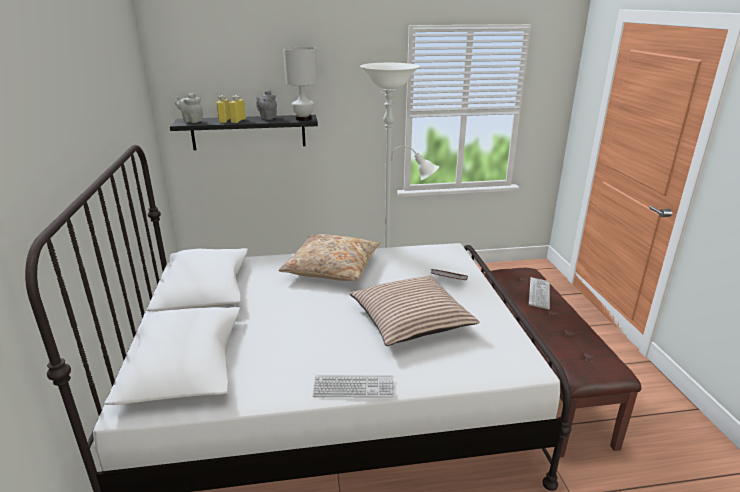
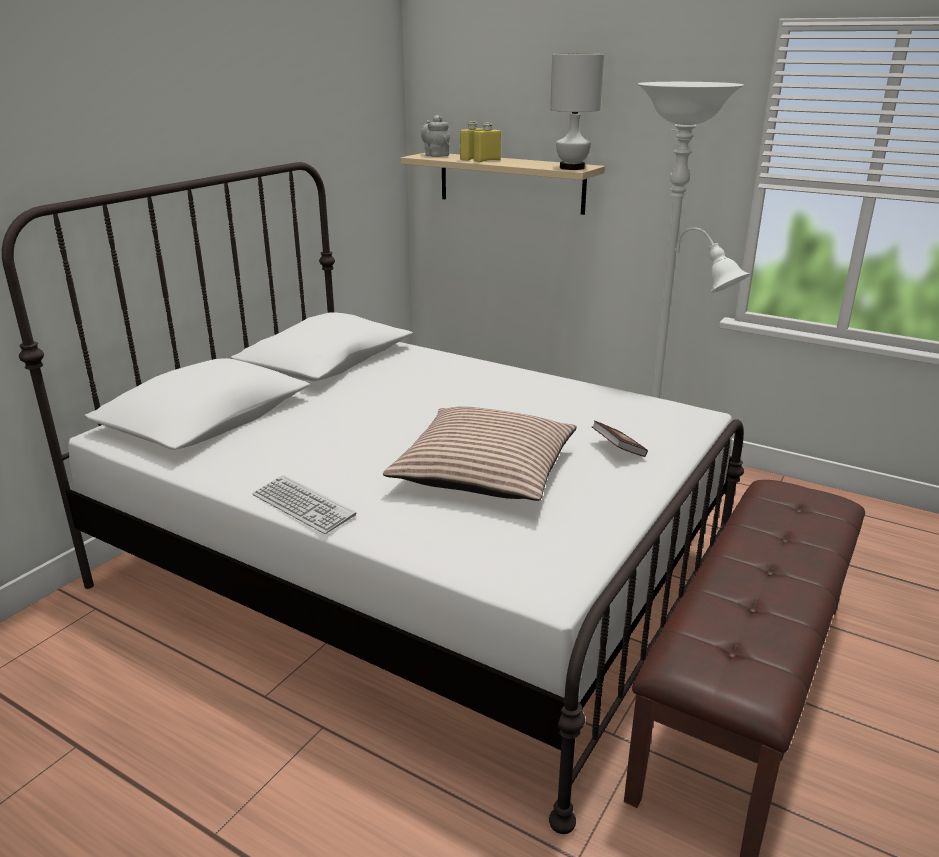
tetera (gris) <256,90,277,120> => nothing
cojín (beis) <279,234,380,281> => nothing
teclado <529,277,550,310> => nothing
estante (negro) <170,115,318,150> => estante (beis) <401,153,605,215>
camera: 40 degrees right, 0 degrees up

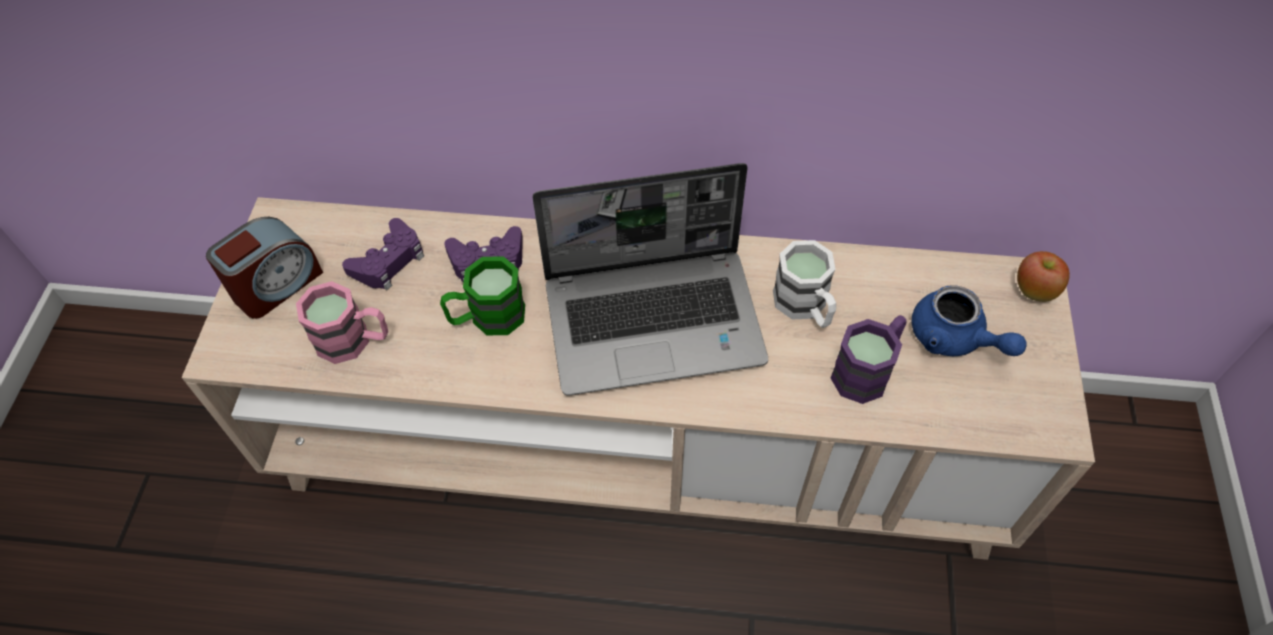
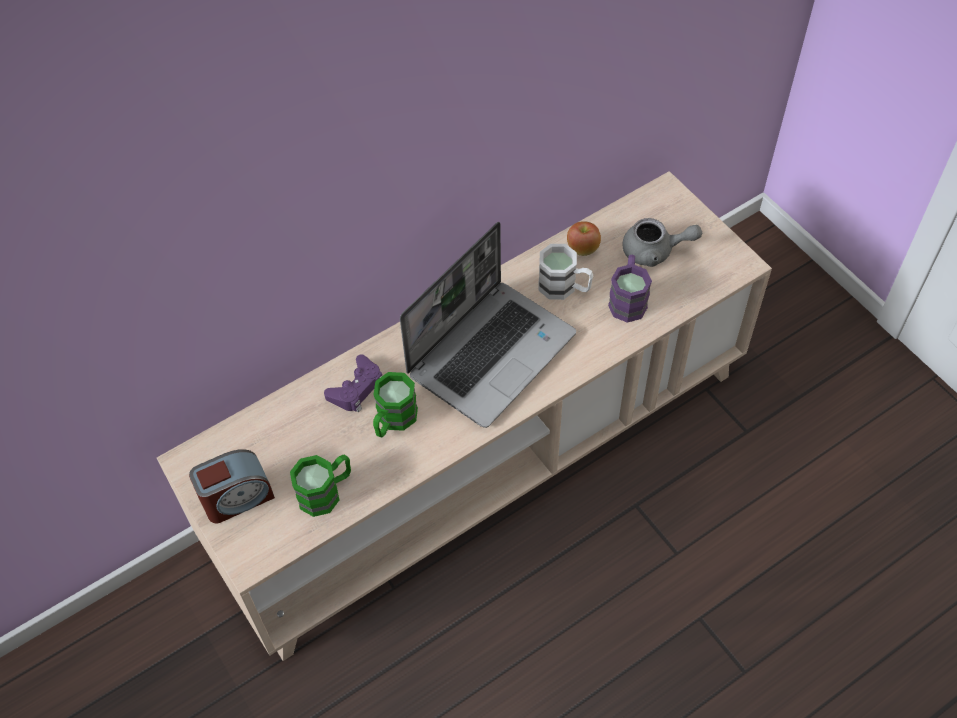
mando de consola (morado) <342,218,424,290> => nothing
manzana <1017,251,1070,302> => manzana <567,221,601,256>, shifted
taza grande (rosa) <296,281,388,364> => taza grande (verde) <290,454,351,517>
tetera (azul) <912,285,1027,356> => tetera (gris) <622,218,702,267>
despertador <206,217,323,319> => despertador <189,449,275,524>, 60 degrees clockwise
camera: 40 degrees left, 0 degrees up

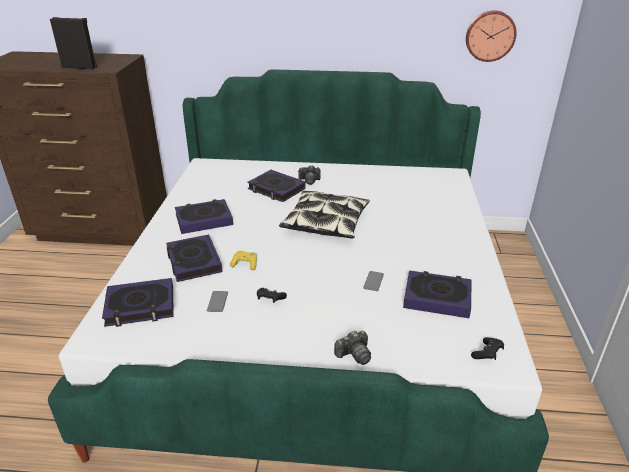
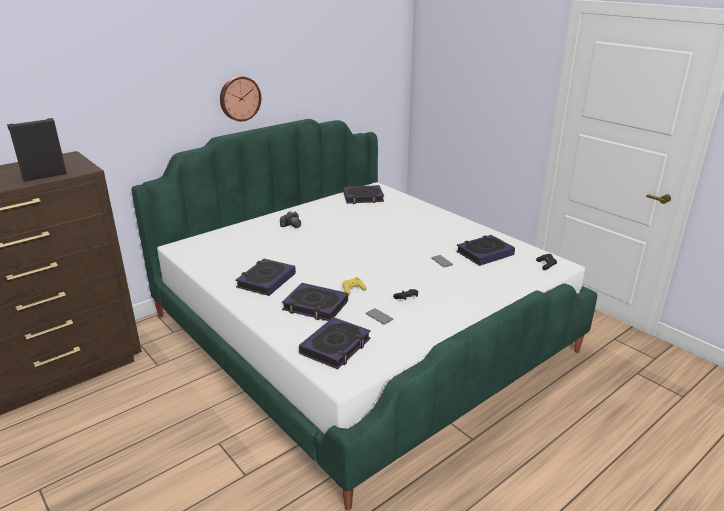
cojín <279,191,370,239> => nothing
cámara <334,331,371,365> => nothing
libro <247,170,306,202> => libro <343,185,384,204>, shifted
reloj de pared <466,11,517,62> => reloj de pared <220,76,261,121>, shifted
camera: 45 degrees left, 5 degrees down

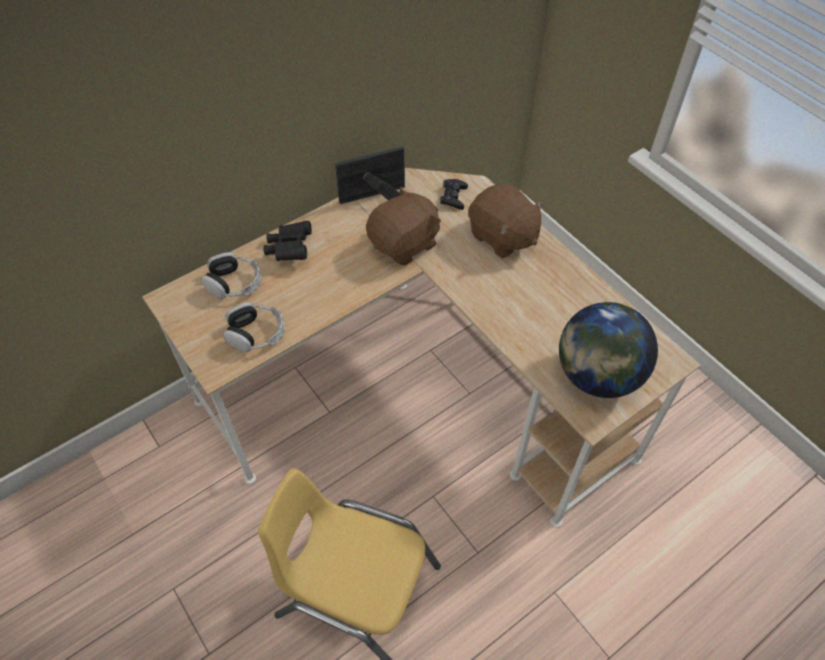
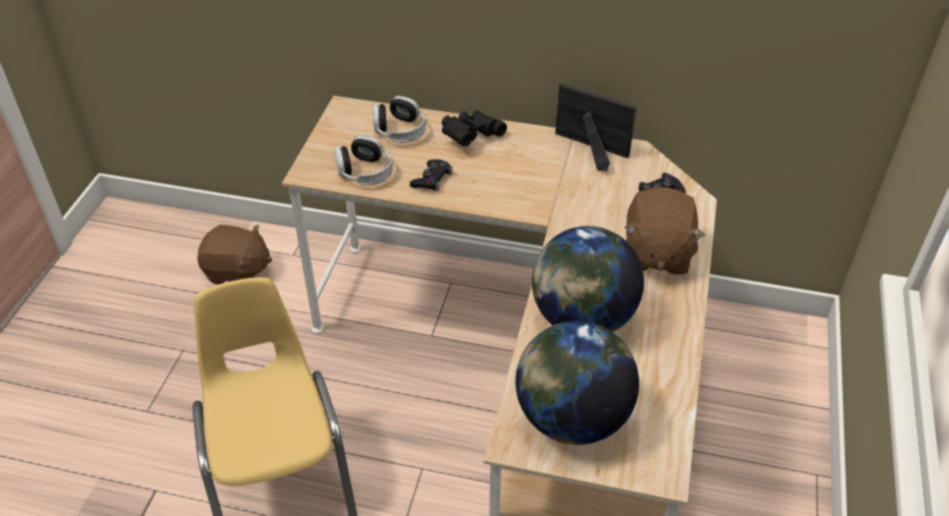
nothing => mando de consola (negro) <410,159,452,191>
nothing => globo terráqueo <532,226,644,332>
peluche (marrón) <366,186,441,265> => peluche (marrón) <197,225,272,284>, shifted
camera: 50 degrees right, 10 degrees down

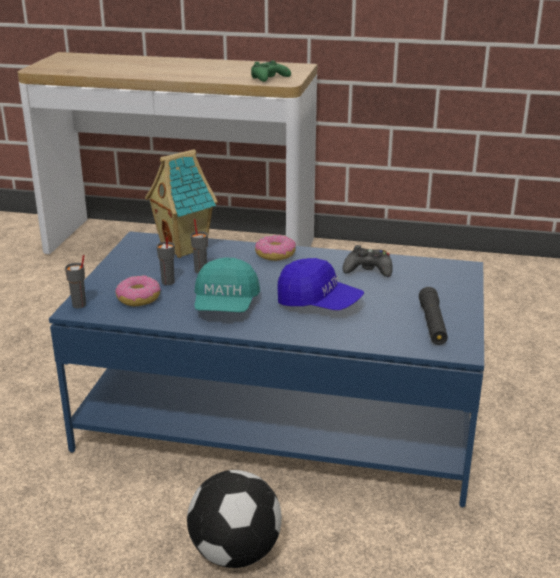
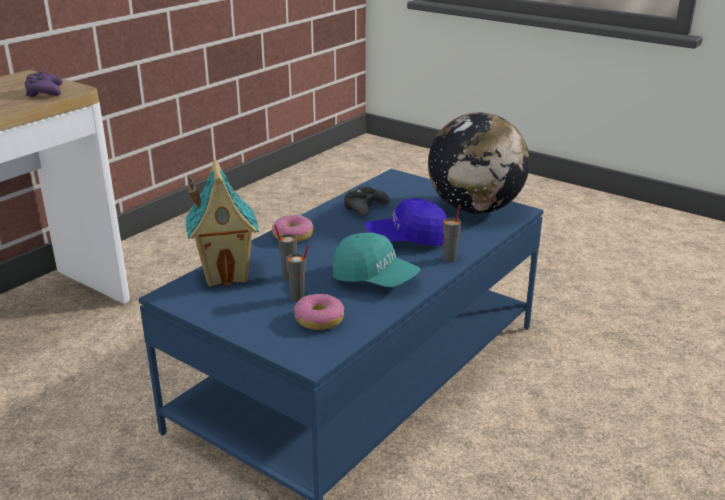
balón de fútbol <187,470,282,568> => nothing
taza (gris) <65,255,86,309> => taza (gris) <443,205,461,262>, shifted
linterna (negro) <419,287,448,345> => globo terráqueo <428,112,529,214>
mando de consola (verde) <251,61,291,82> => mando de consola (morado) <25,71,63,97>
gorra (azul) <277,258,364,310> => gorra (azul) <365,198,447,245>, 150 degrees counterclockwise
camera: 65 degrees left, 0 degrees up

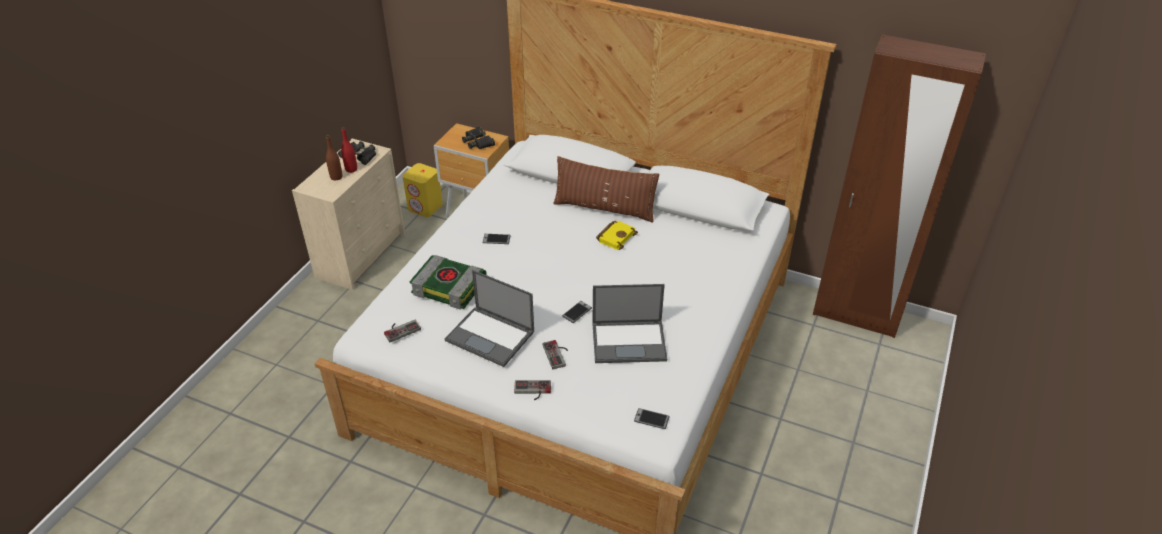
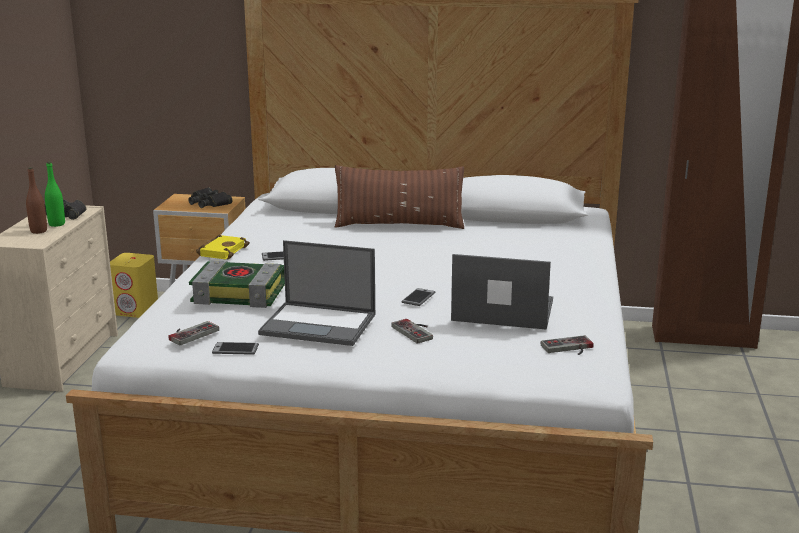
mando de consola <514,380,551,400> => mando de consola <541,335,594,355>, shifted
libro (amarillo) <596,221,638,250> => libro (amarillo) <196,234,250,260>, shifted
móvil <634,408,670,429> => móvil <212,342,259,355>, shifted
botella (rojo) <341,127,357,173> => botella (verde) <45,162,65,227>
portátil <592,284,667,363> => portátil <451,254,553,330>, 150 degrees counterclockwise
camera: 15 degrees left, 20 degrees down

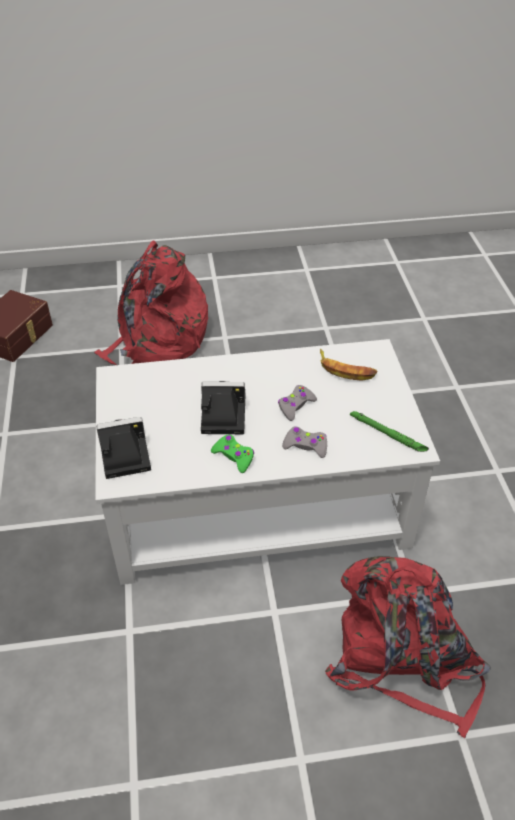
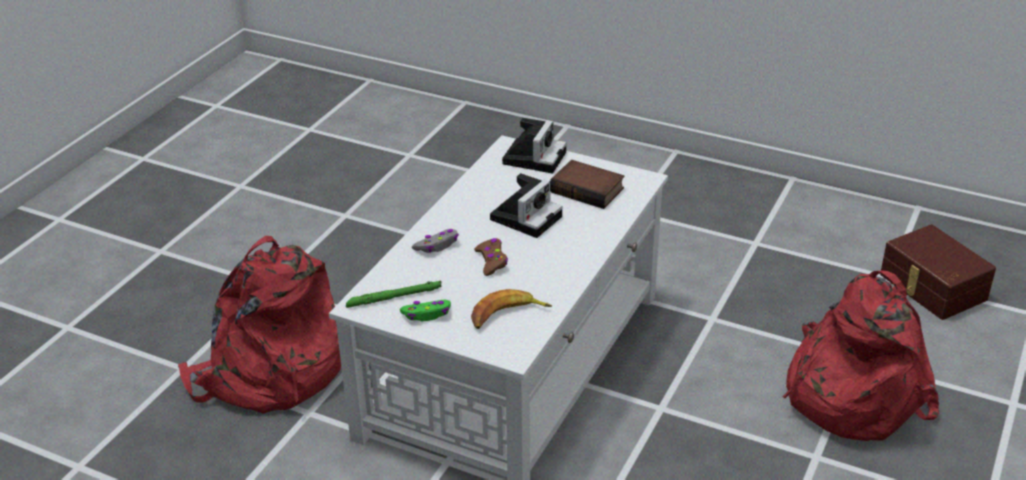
nothing => libro <550,160,624,209>
mando de consola (verde) <211,434,254,473> => mando de consola (verde) <400,300,451,321>, shifted
mando de consola (gris) <278,385,317,421> => mando de consola (marrón) <474,238,508,276>
camera: 125 degrees right, 10 degrees down

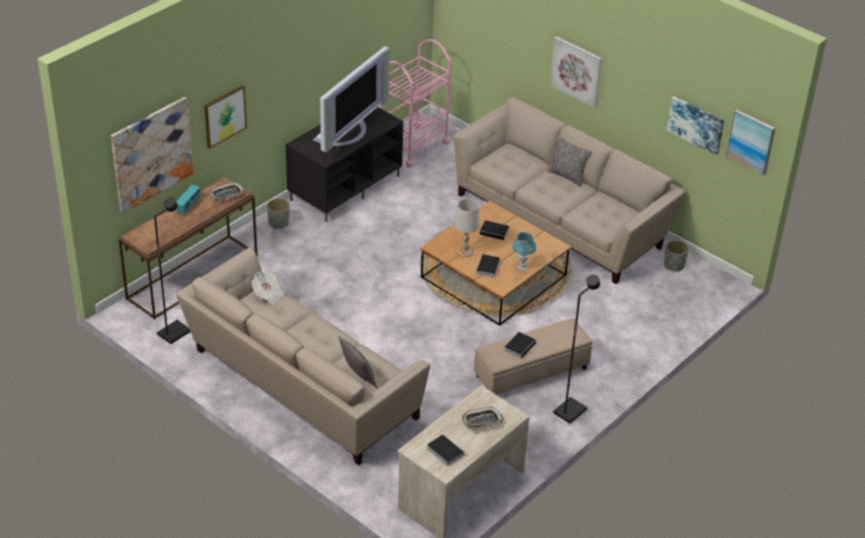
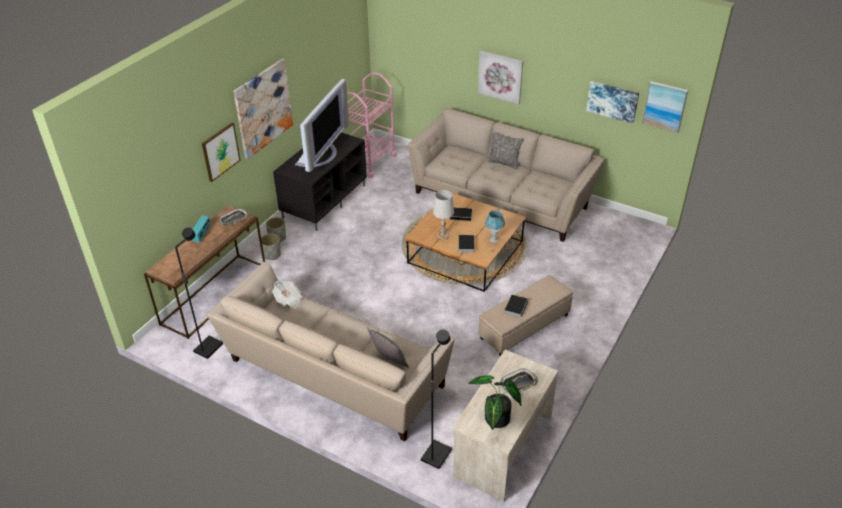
cuadro <111,97,193,213> => cuadro <233,58,293,159>, shifted
lámpara de pie (negro) <553,275,600,424> => lámpara de pie (negro) <421,329,452,469>, shifted
maceta (gris) <664,240,689,272> => maceta (gris) <261,234,281,260>, shifted
libro <427,435,464,466> => planta en maceta <468,375,521,430>
camera: 10 degrees left, 0 degrees up

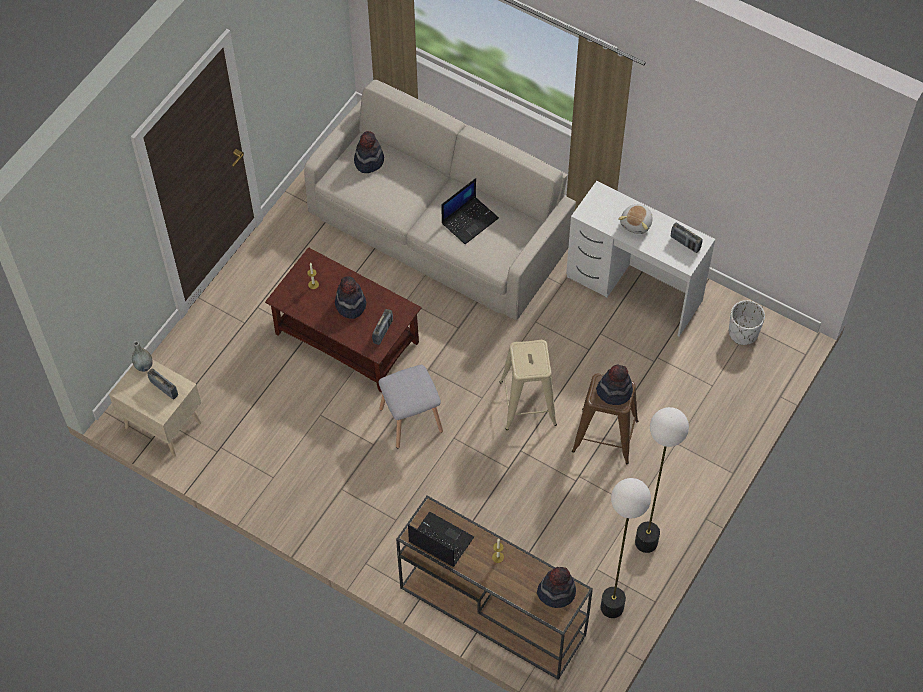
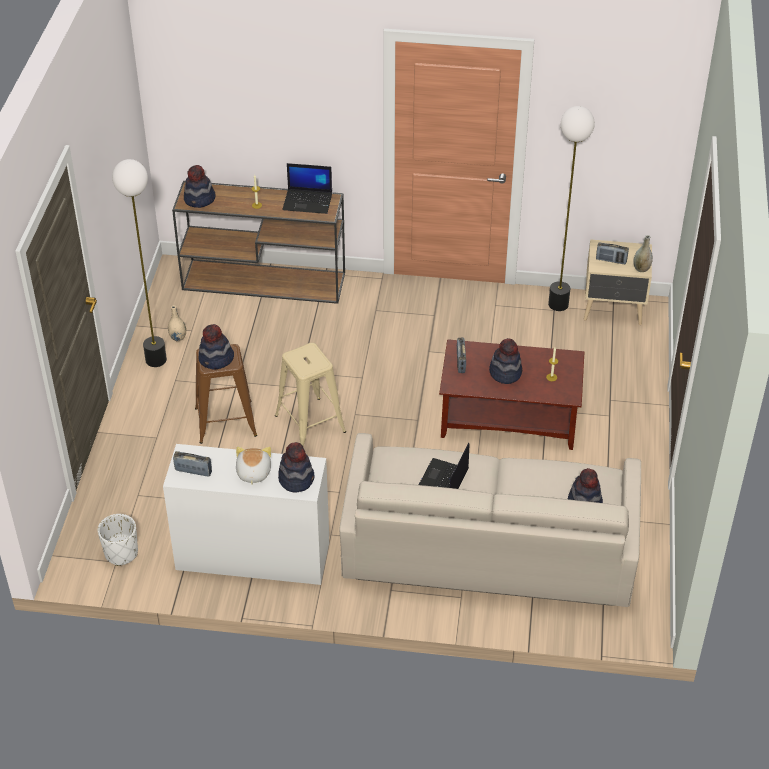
taburete (gris) <379,365,443,448> => nothing
nothing => florero (beis) <168,305,186,341>
nothing => sombrero <278,442,314,493>
lámpara de pie <601,478,651,618> => lámpara de pie <548,106,595,311>, shifted
camera: 155 degrees right, 15 degrees down

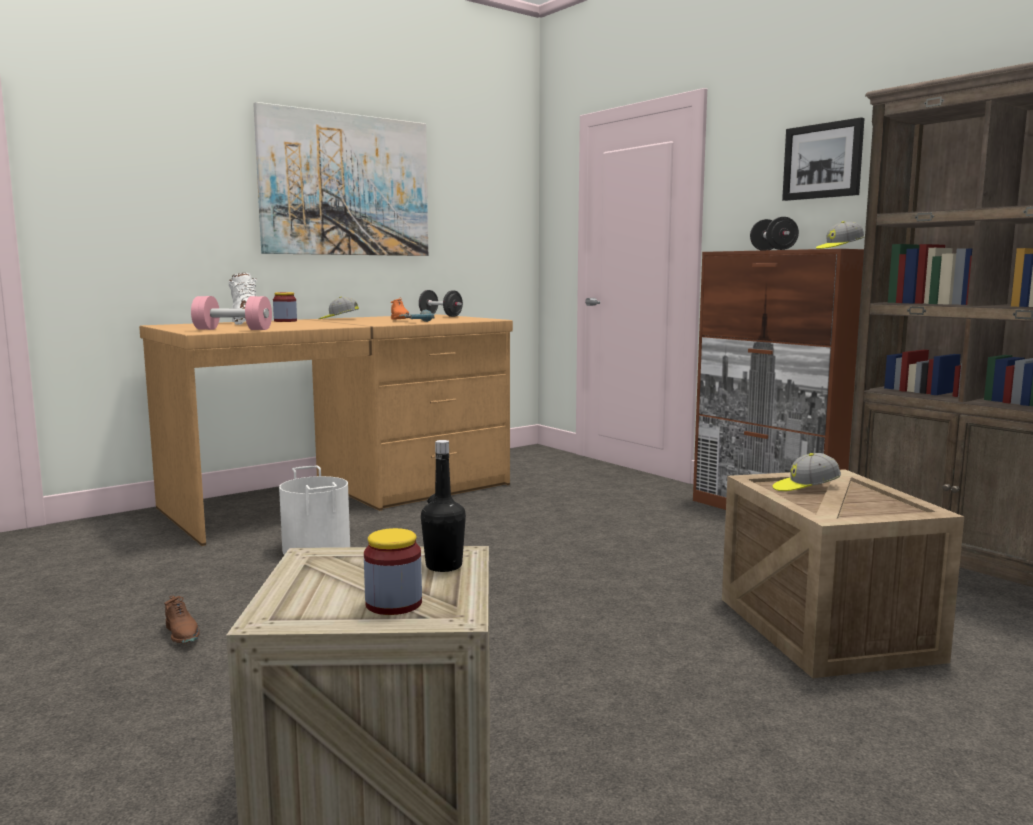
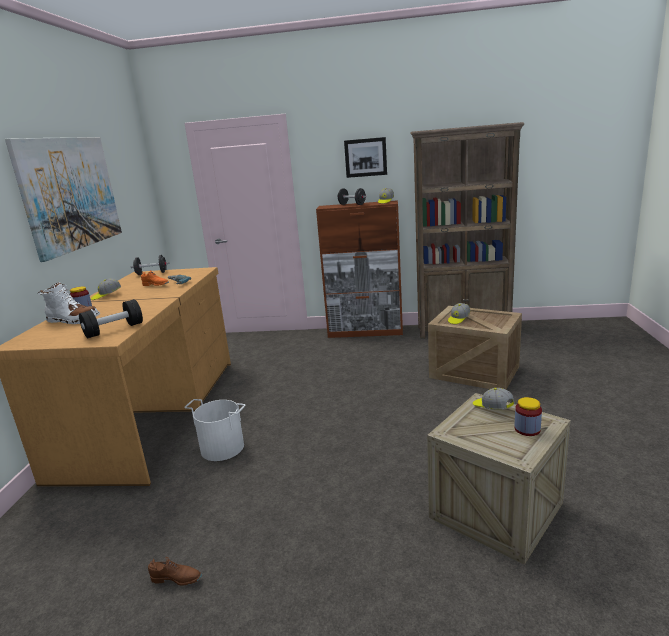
zapato (marrón) <164,596,200,644> => zapato (marrón) <148,557,202,585>, shifted
botella (negro) <421,440,466,572> => gorra <473,388,515,410>
mancuerna (rosa) <191,296,272,330> => mancuerna (negro) <79,299,143,338>
camera: 45 degrees left, 10 degrees up

